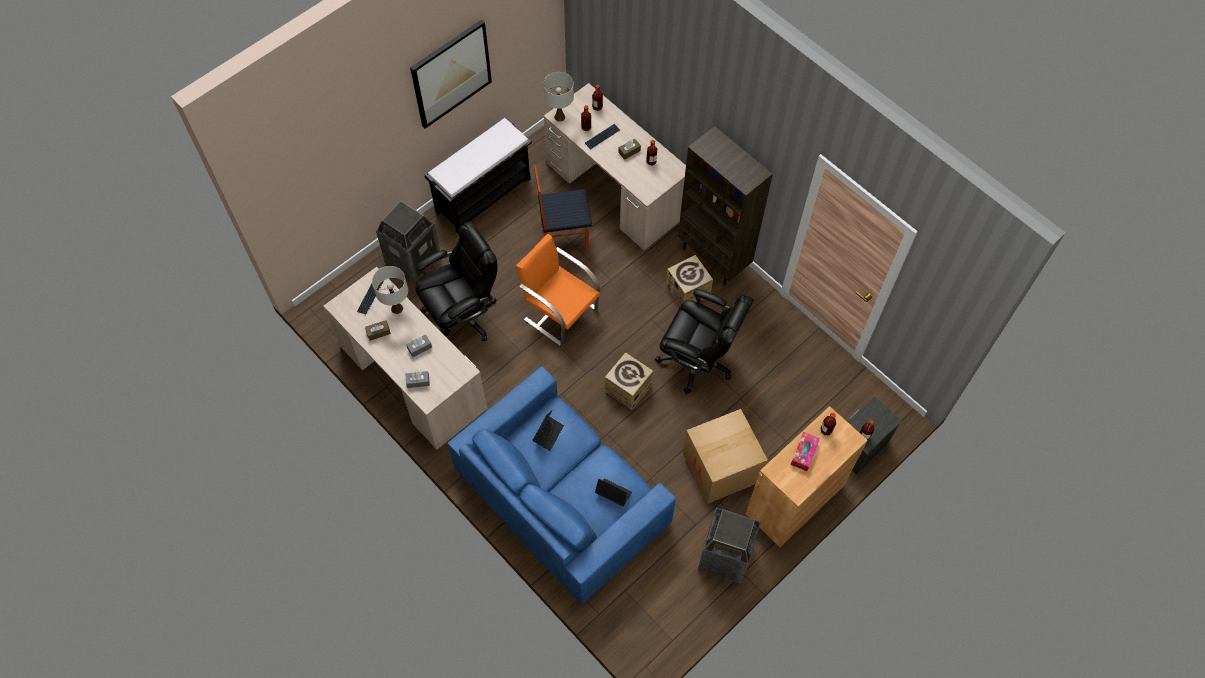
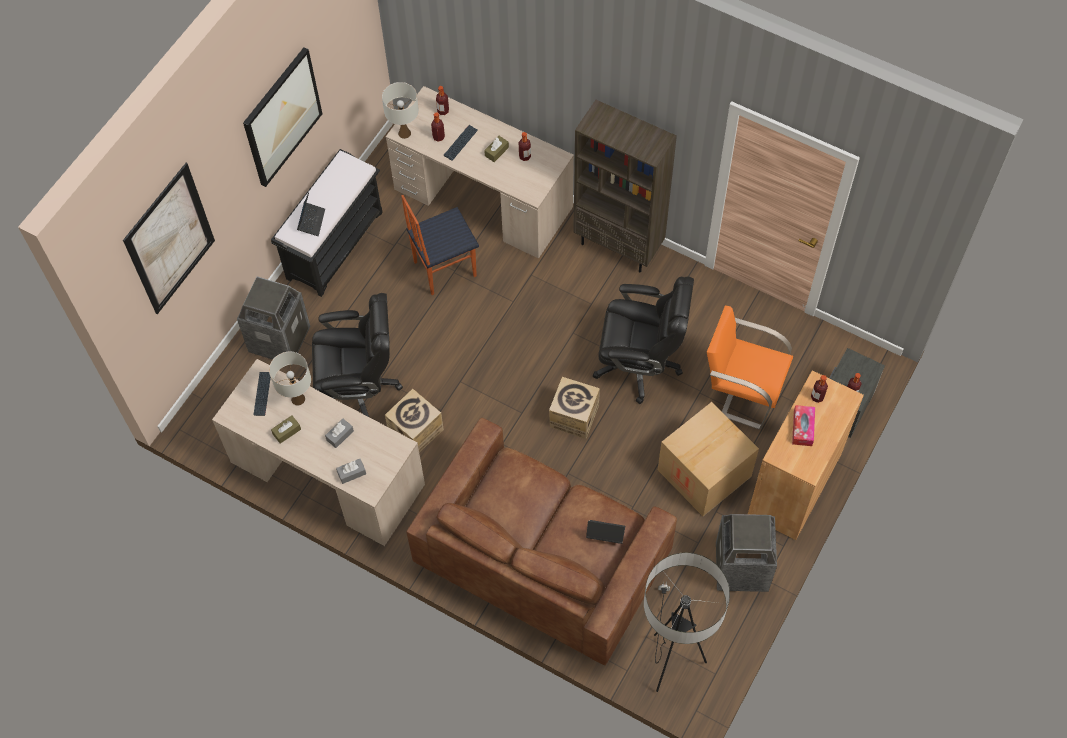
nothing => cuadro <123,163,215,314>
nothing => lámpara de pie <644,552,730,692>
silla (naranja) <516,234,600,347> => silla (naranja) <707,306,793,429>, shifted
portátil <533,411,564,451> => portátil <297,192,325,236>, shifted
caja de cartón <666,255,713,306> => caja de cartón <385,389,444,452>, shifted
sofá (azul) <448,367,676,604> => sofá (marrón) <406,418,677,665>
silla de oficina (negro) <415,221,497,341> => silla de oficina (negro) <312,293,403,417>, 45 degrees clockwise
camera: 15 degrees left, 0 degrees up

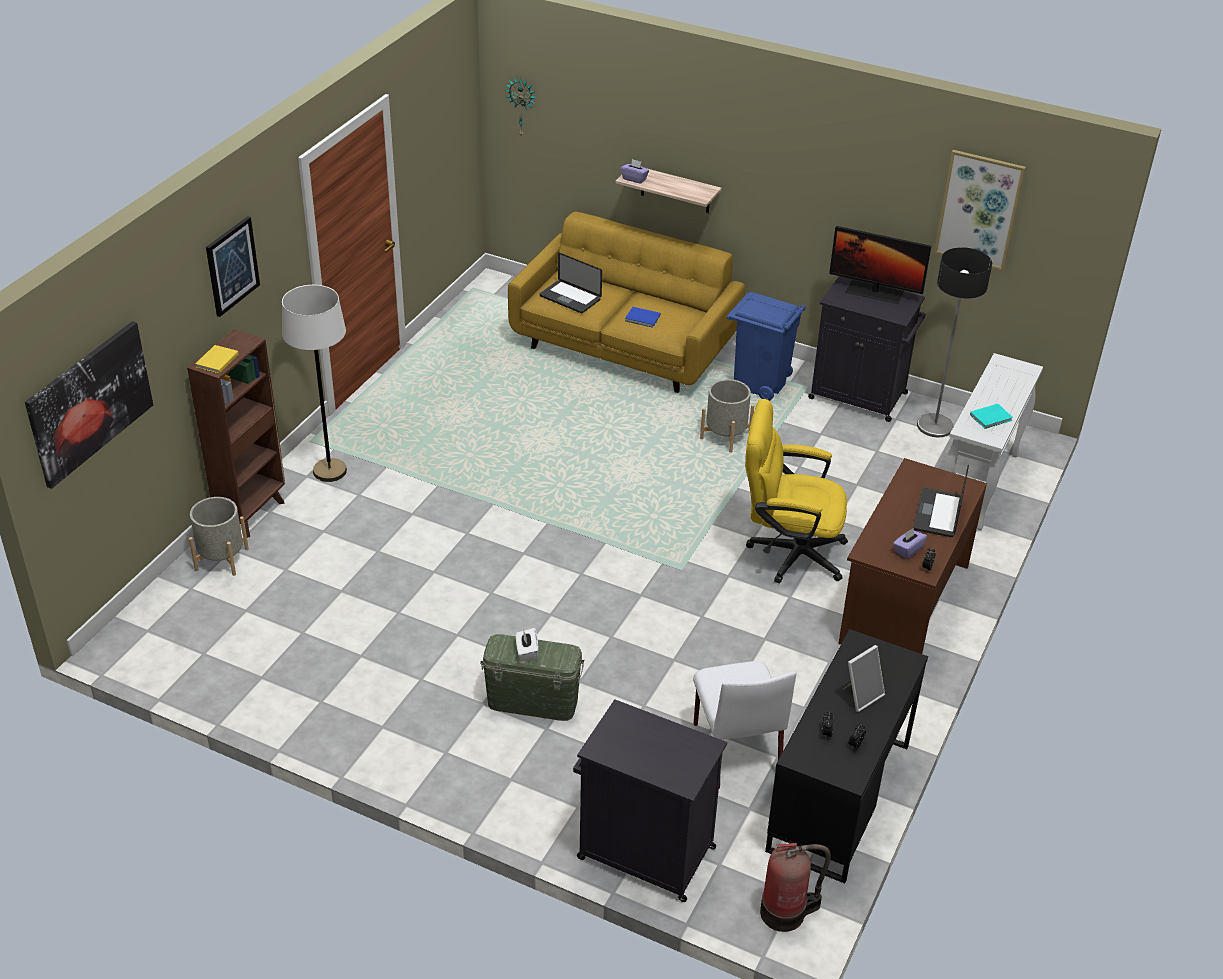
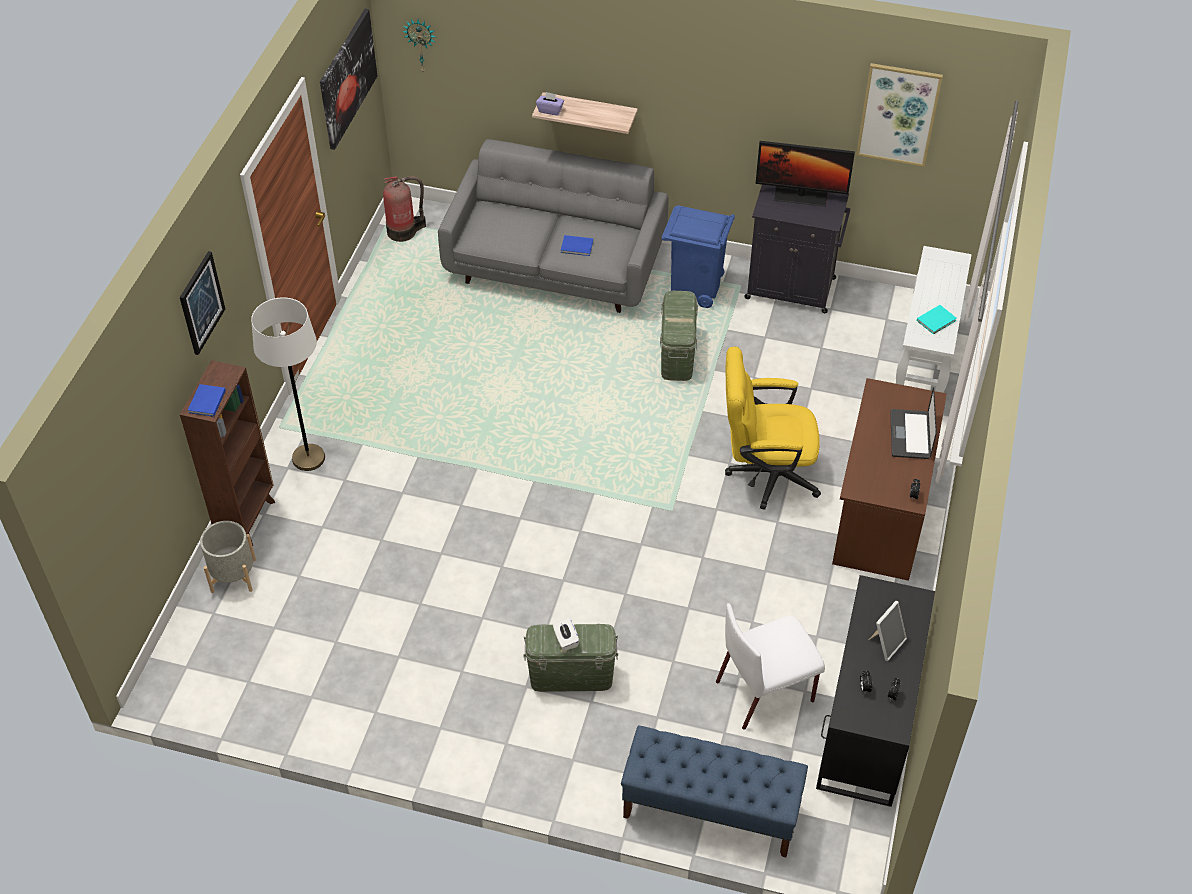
portátil <539,253,602,313> => nothing
caja de pañuelos (morado) <893,528,927,559> => nothing
lámpara de pie <917,247,992,437> => nothing
cuadro <25,321,153,489> => cuadro <320,9,377,150>, shifted
extintor <760,843,831,932> => extintor <383,176,426,242>, shifted
armario (negro) <573,699,727,902> => banco (azul) <621,725,808,857>
maceta (gris) <700,379,755,453> => caja de almacenaje (verde) <660,291,698,381>
libro (amarillo) <195,345,239,374> => libro (azul) <188,384,226,417>
sofá (amarillo) <508,211,745,393> => sofá (gris) <438,139,668,313>
silla (blanco) <693,661,796,788> => silla (blanco) <716,603,825,730>, 90 degrees clockwise
camera: 10 degrees left, 10 degrees up

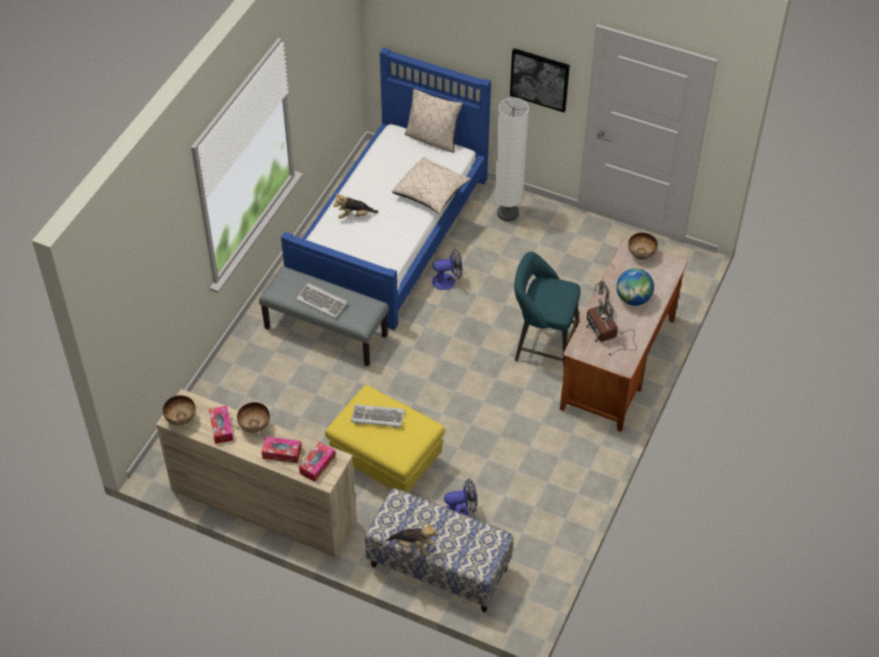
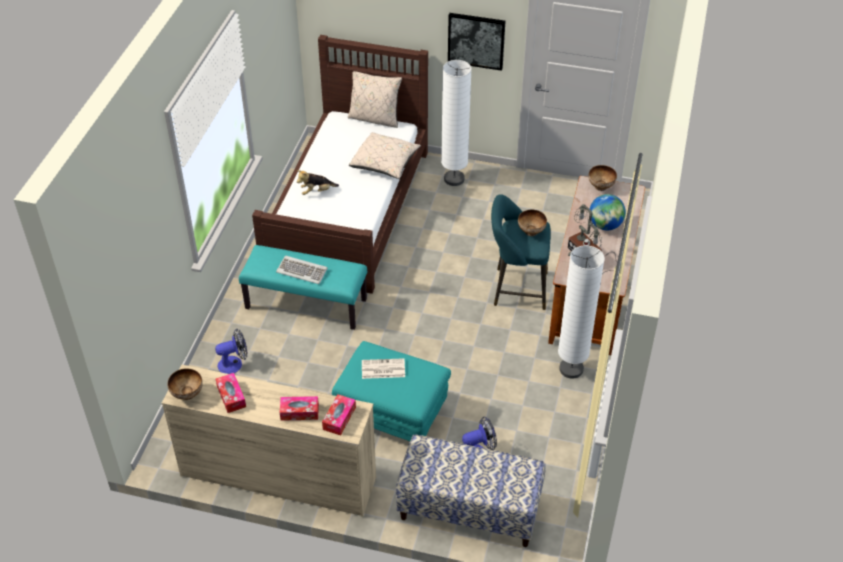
peluche <386,522,439,556> => nothing
nothing => lámpara de pie (blanco) <558,245,605,379>
cuenco <237,402,270,433> => cuenco <518,210,547,236>, shifted
ventilador <432,249,462,290> => ventilador <215,329,247,374>, shifted
teclado <351,404,405,428> => periódico <362,358,405,379>
banco (gris) <259,266,389,366> => banco (turquesa) <239,245,367,330>
cama (azul) <281,47,491,330> => cama (marrón) <252,35,428,294>
puf (amarillo) <325,385,445,493> => puf (turquesa) <332,341,451,441>
camera: 10 degrees left, 5 degrees down

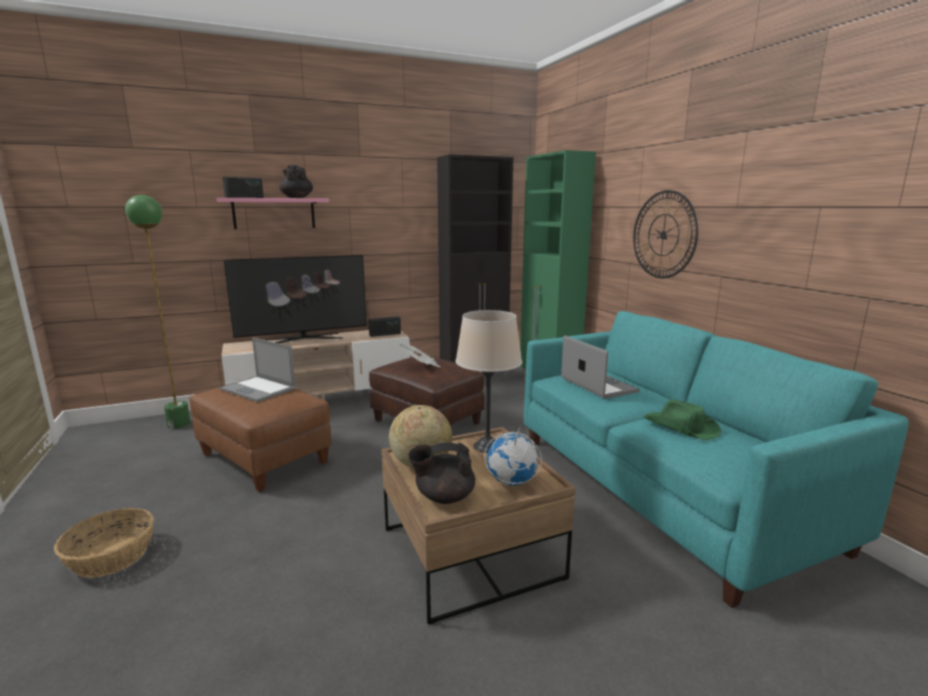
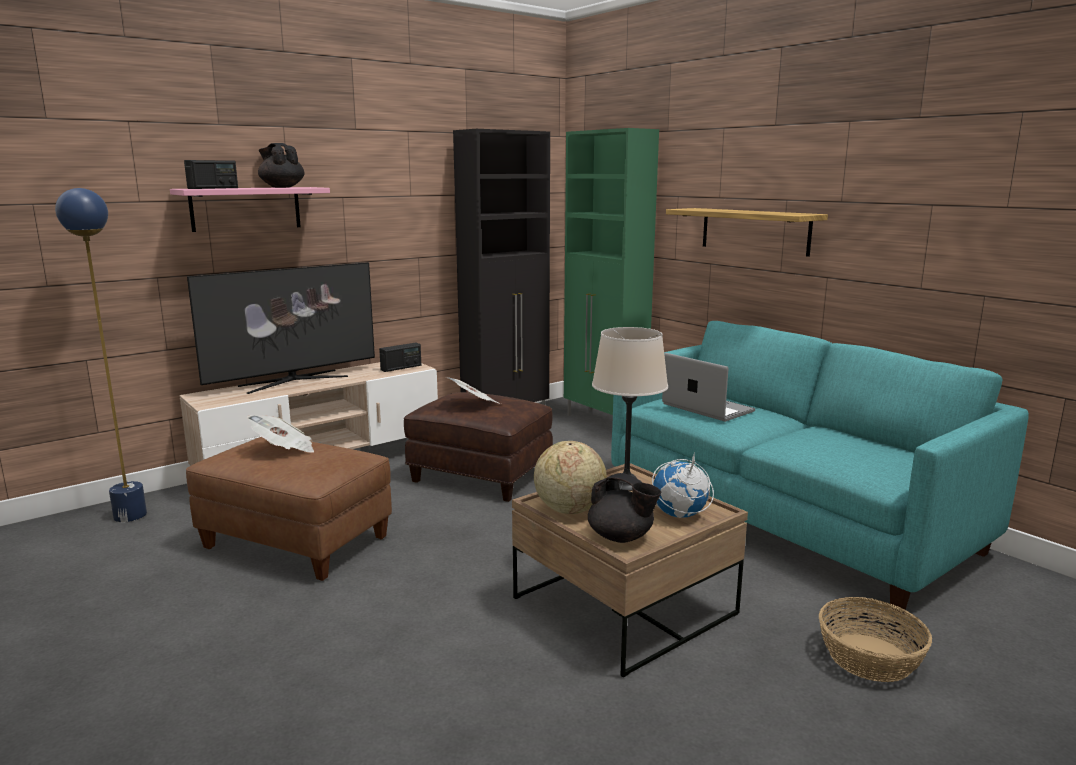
sombrero (verde) <643,400,721,440> => nothing
cesta <54,508,154,578> => cesta <819,597,932,682>, shifted
portátil <219,338,295,402> => periódico <247,415,314,453>
reloj de pared <633,190,699,278> => estante <666,208,828,257>
lámpara de pie (verde) <125,195,191,429> => lámpara de pie (azul) <55,188,147,522>
tetera (negro) <409,443,475,504> => tetera (negro) <588,473,661,543>, 120 degrees counterclockwise
camera: 15 degrees left, 0 degrees up

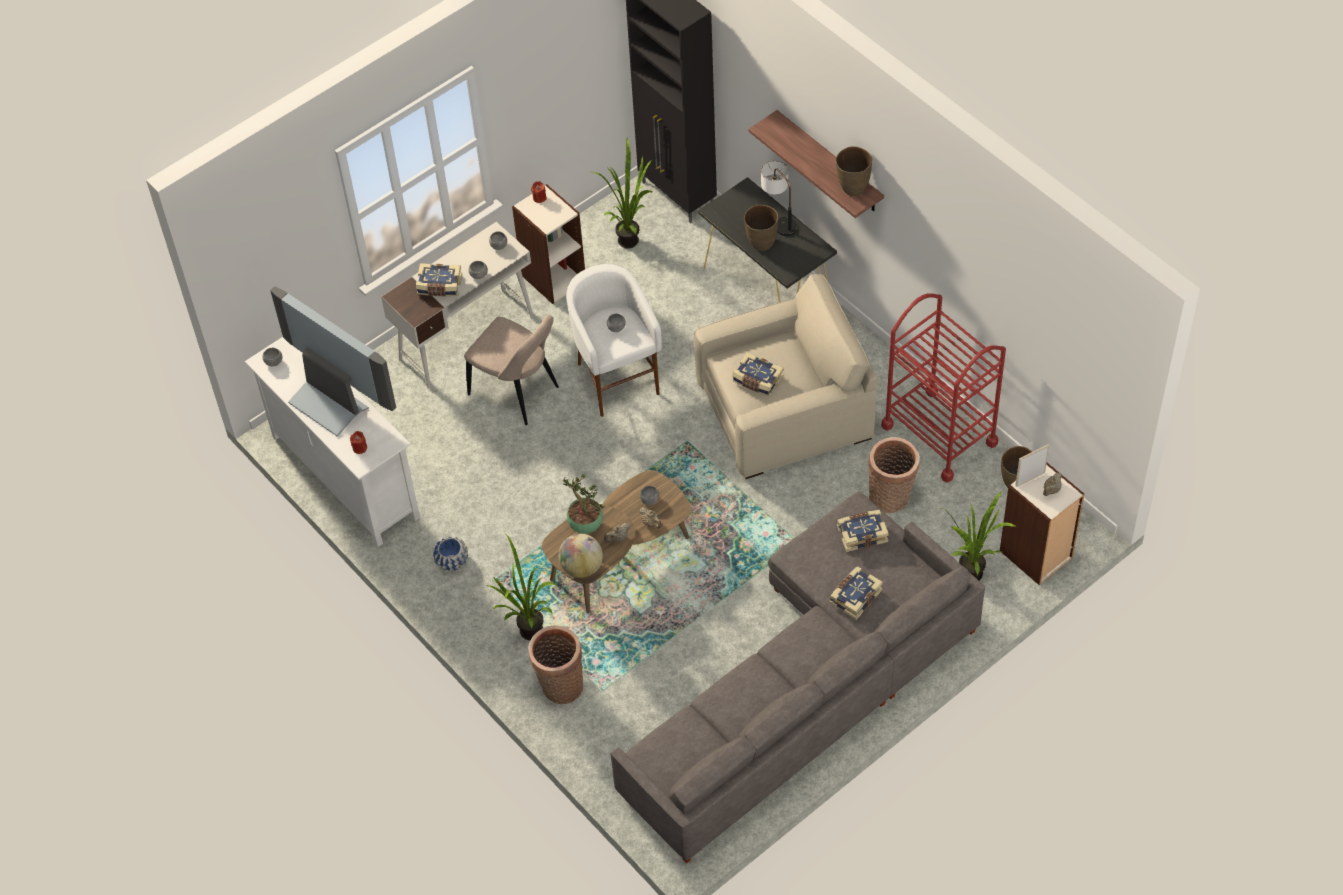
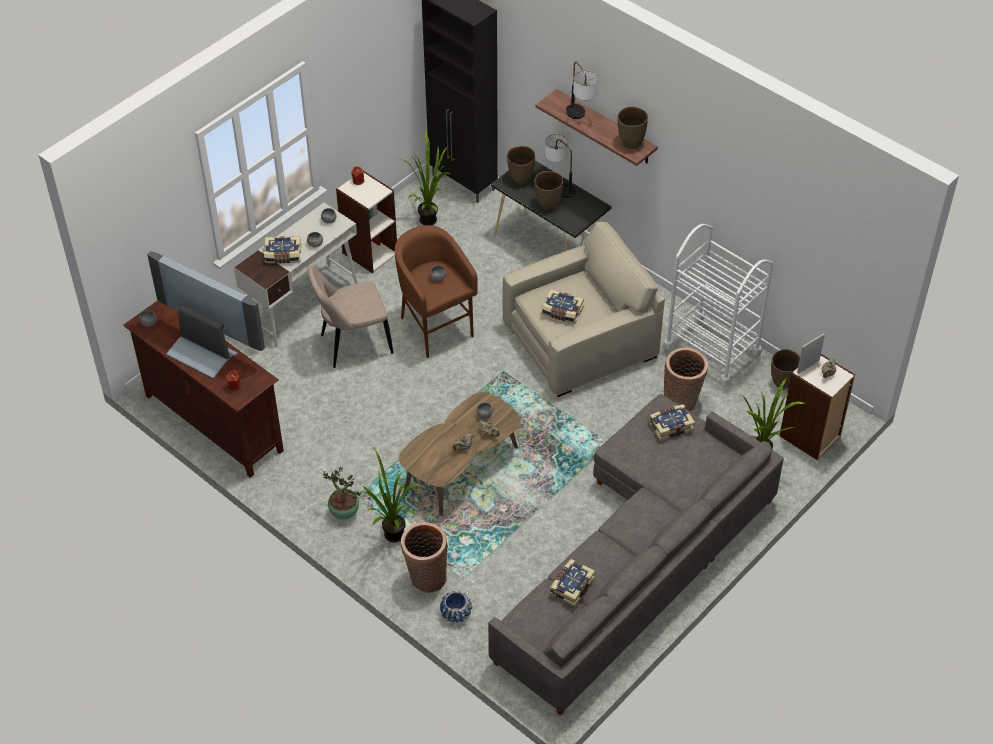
globo terráqueo <559,534,603,578> => nothing
nothing => florero (marrón) <507,146,535,185>
nothing => lámpara de mesa <566,62,598,119>
maceta (azul) <433,537,468,571> => maceta (azul) <440,591,472,623>, shifted
planta en maceta <563,474,605,534> => planta en maceta <322,467,361,520>, shifted
libro <830,566,883,620> => libro <550,559,595,607>, shifted
mueble de televisión (blanco) <245,337,420,547> => mueble de televisión (marrón) <123,300,284,478>
taburete (blanco) <566,264,662,417> => taburete (marrón) <394,225,478,358>
carrito (rojo) <881,293,1006,482> => carrito (blanco) <663,224,773,386>
silla (beis) <464,315,559,425> => silla (beis) <308,266,393,368>, 135 degrees clockwise
camera: 10 degrees left, 5 degrees down

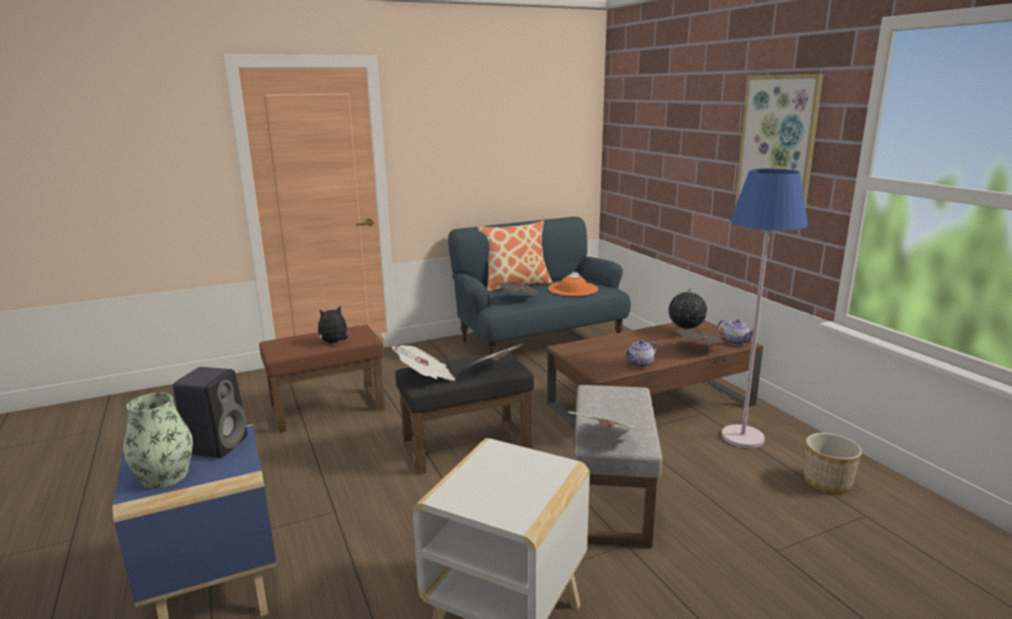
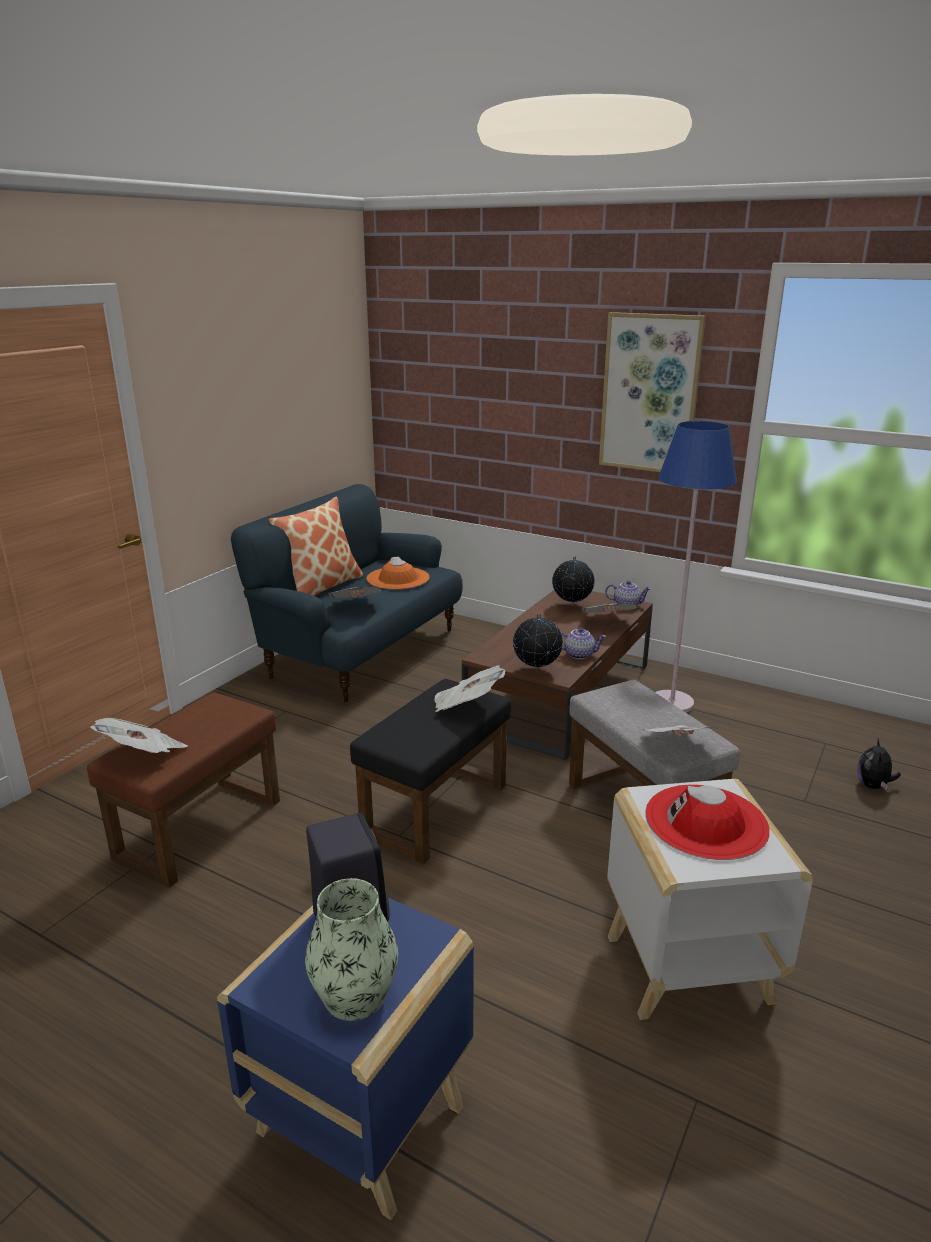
maceta <804,433,862,493> => nothing
nothing => globo terráqueo <513,613,563,672>
nothing => sombrero (rojo) <645,785,770,860>
peluche <318,306,348,343> => peluche <857,739,901,790>, shifted
periódico <392,345,456,380> => periódico <90,718,188,753>, shifted
tetera <625,340,657,368> => tetera <561,627,606,659>, 105 degrees counterclockwise
camera: 35 degrees left, 5 degrees up

